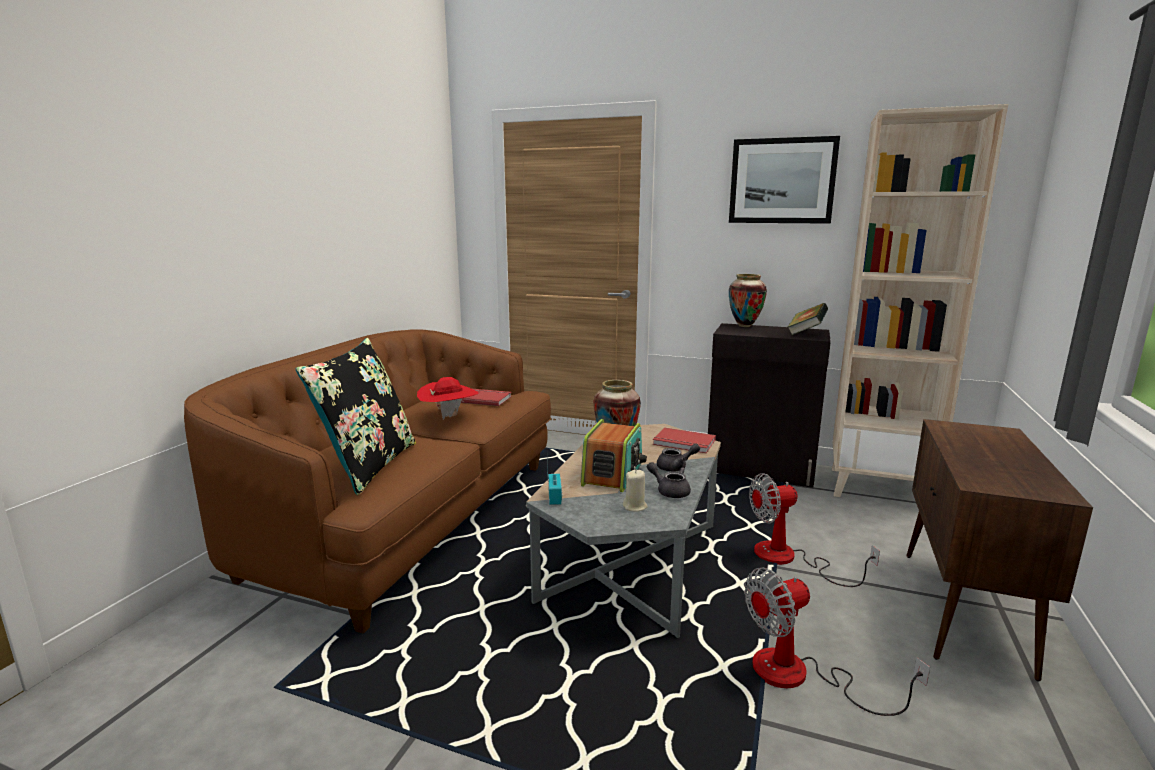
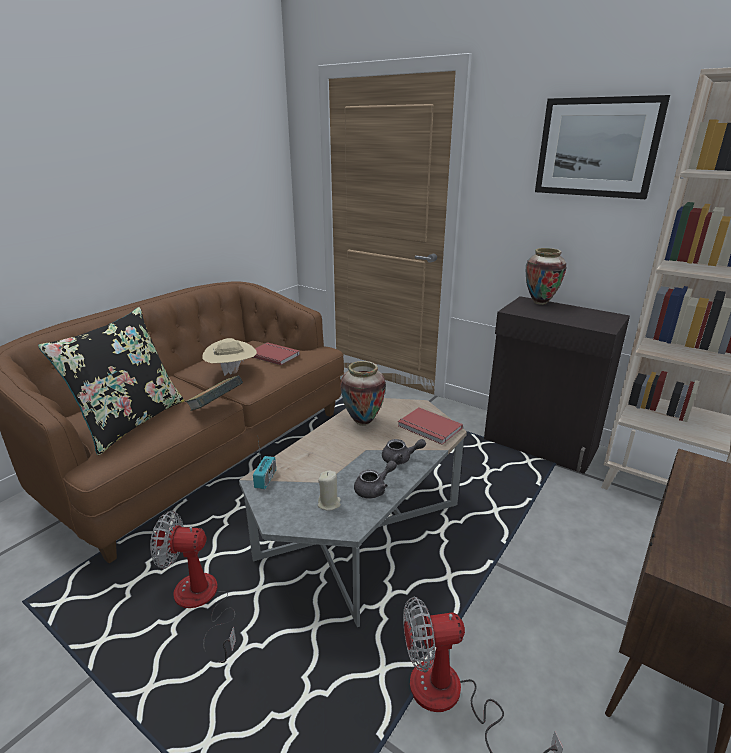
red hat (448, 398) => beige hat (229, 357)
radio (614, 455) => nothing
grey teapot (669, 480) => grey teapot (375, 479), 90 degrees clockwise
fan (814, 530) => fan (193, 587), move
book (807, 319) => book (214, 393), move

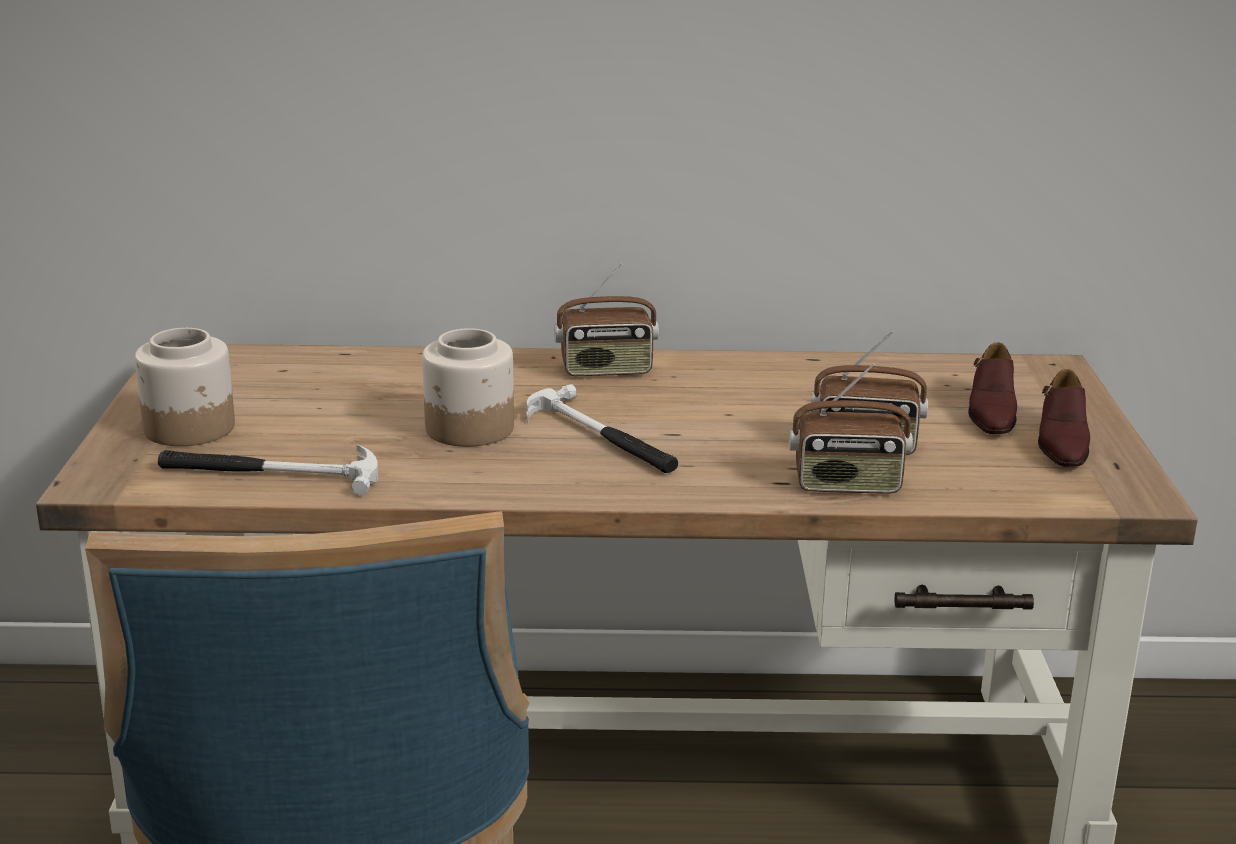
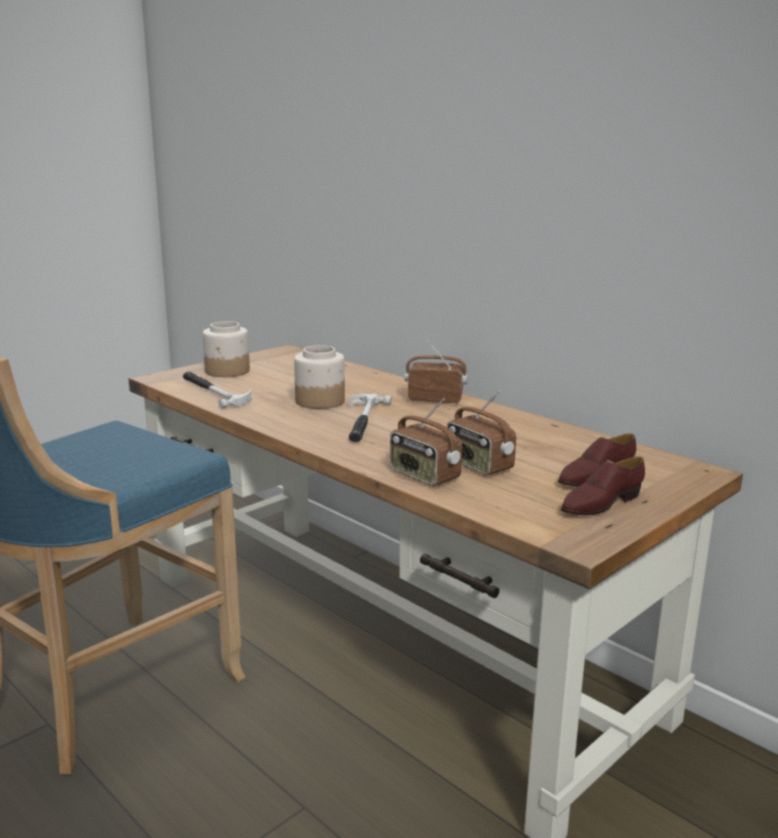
radio (606, 320) => radio (435, 371), 150 degrees clockwise

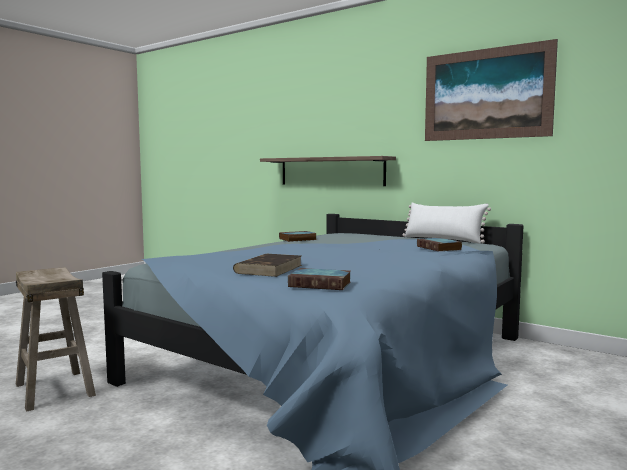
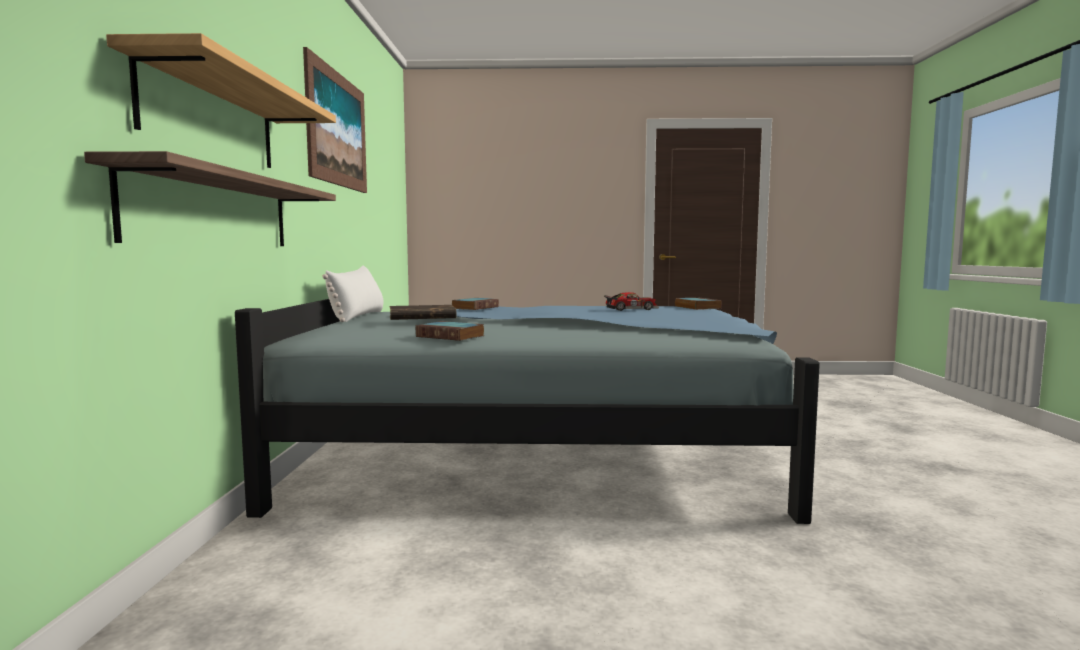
beige stool (56, 339) => nothing
brown book (267, 265) => brown book (423, 312), move
nothing => shelf (221, 100)
nothing => toy car (631, 301)

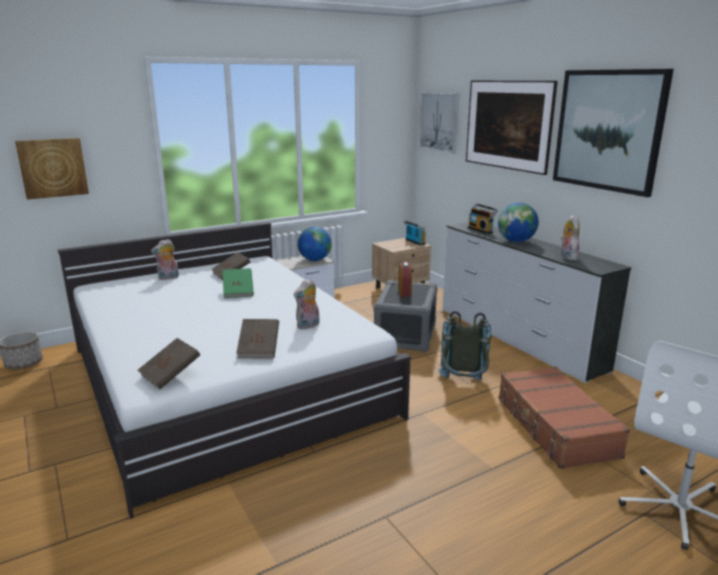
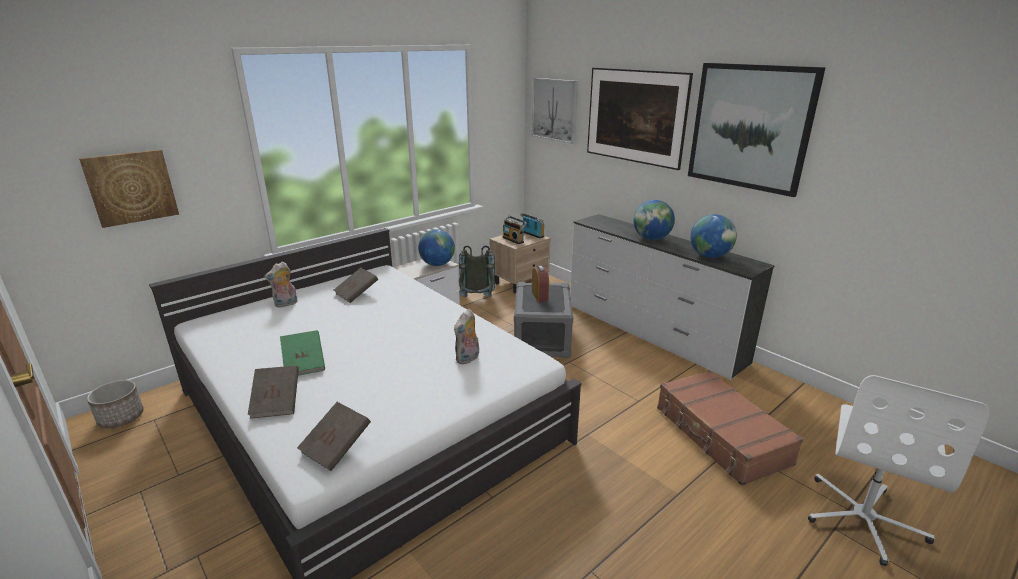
green book (238, 283) => green book (302, 353), move
brown book (257, 339) => brown book (273, 392), move
grey backpack (464, 346) => grey backpack (477, 271), move
radio (483, 218) => radio (514, 230), move
plush toy (570, 237) => globe (713, 236)

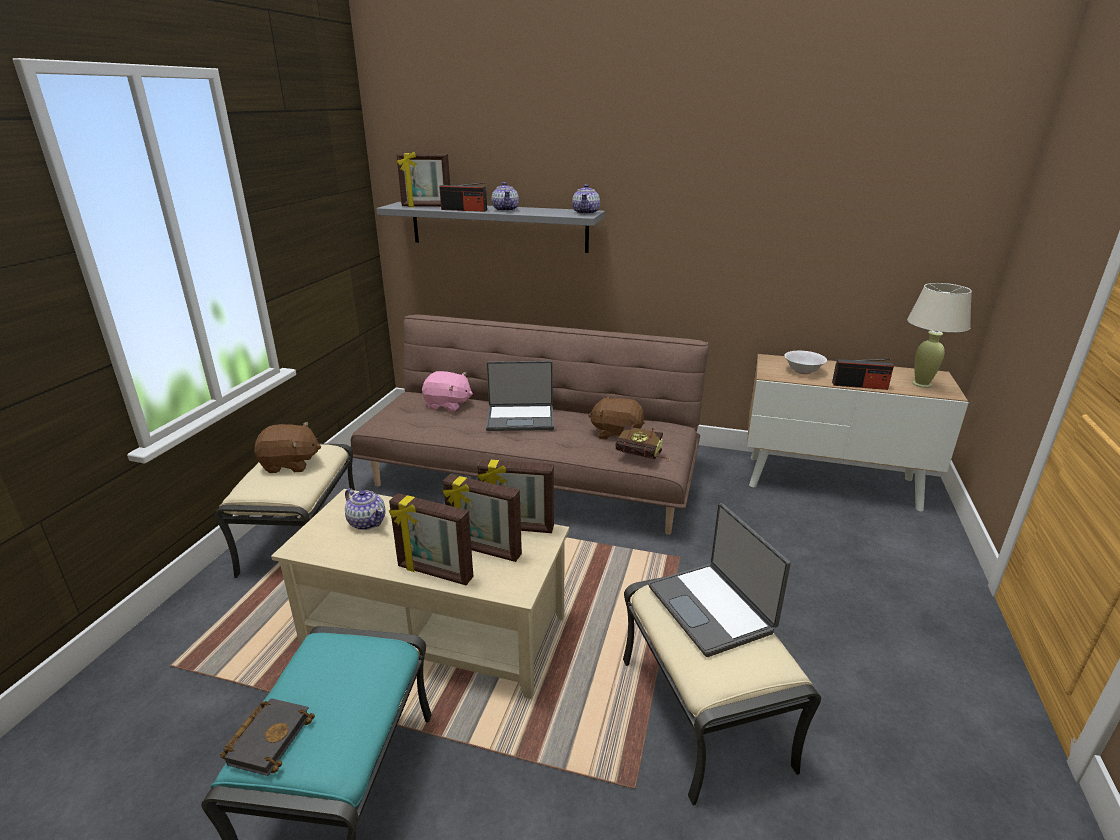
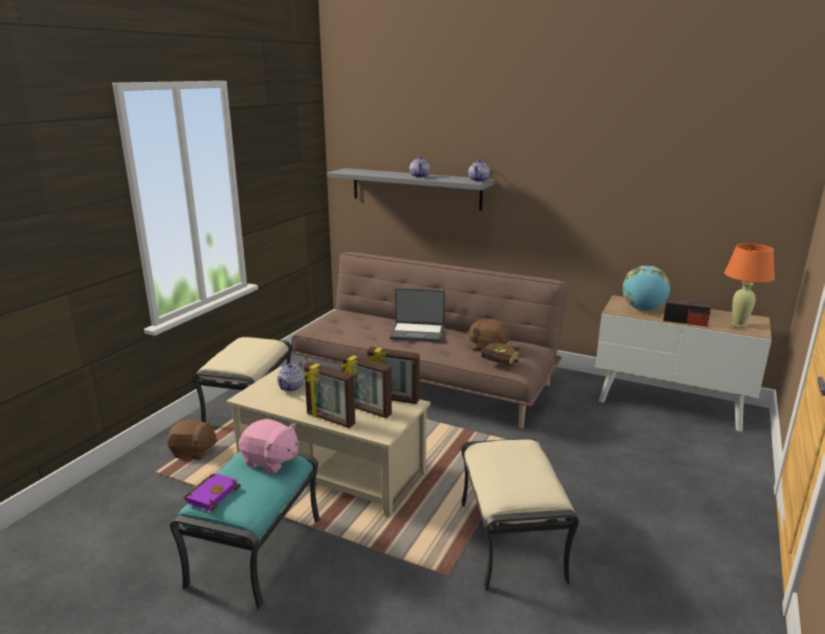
black book (267, 737) => purple book (212, 492)
brown plush toy (287, 447) => brown plush toy (192, 439), move
teapot (365, 509) => teapot (290, 376), 60 degrees clockwise
picture frame (423, 179) => nothing
pink plush toy (447, 391) => pink plush toy (268, 446), move
radio (463, 197) => nothing
laptop (719, 580) => nothing
white bowl (805, 362) => globe (646, 288)
beige table lamp (939, 335) => orange table lamp (749, 285)

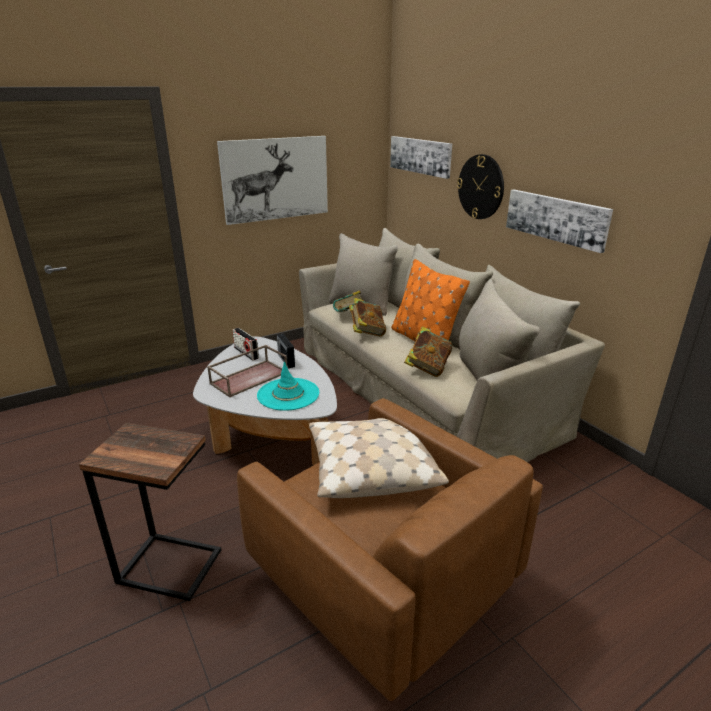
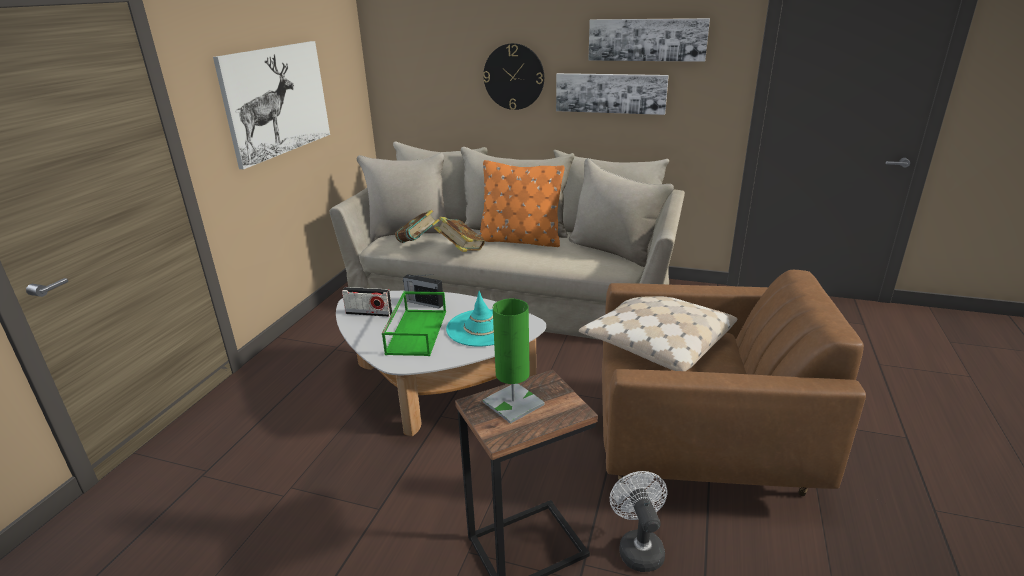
brown tray (247, 371) => green tray (414, 323)
picture (421, 157) => picture (649, 40), move
book (428, 351) => nothing
nothing => green table lamp (514, 361)
nothing => white fan (638, 521)

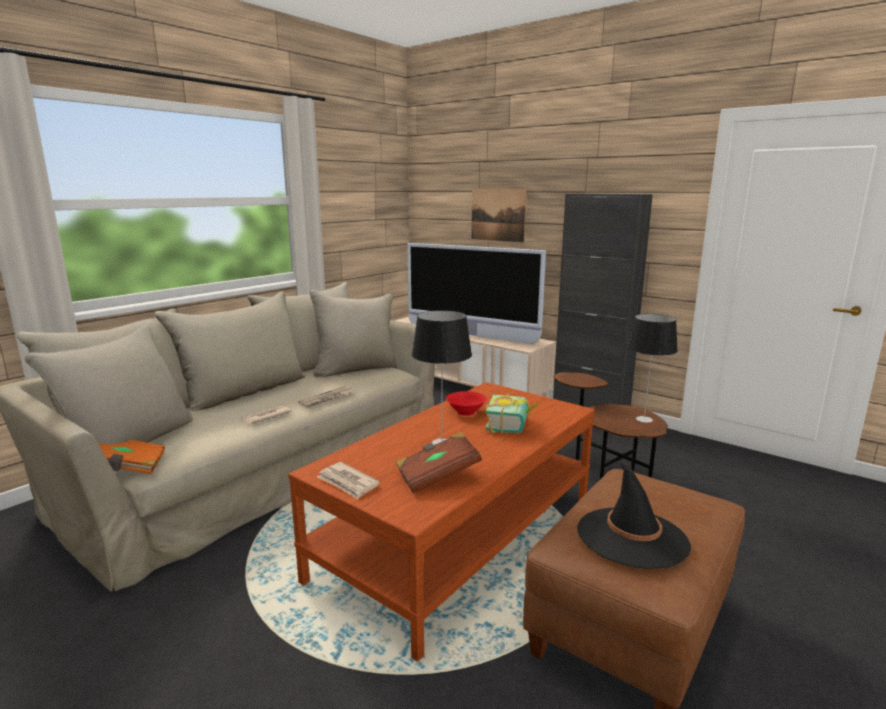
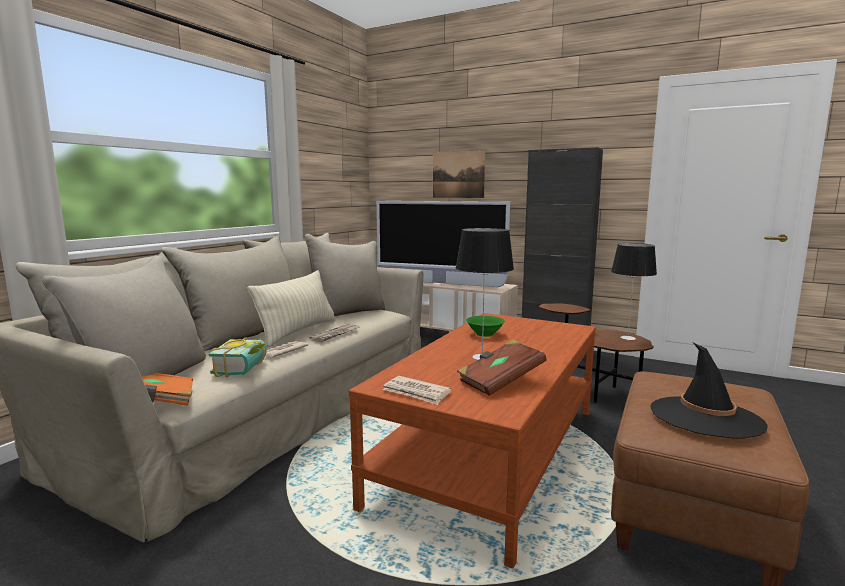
red bowl (466, 403) => green bowl (485, 326)
book (512, 414) => book (238, 357), move
nothing => beige pillow (291, 309)

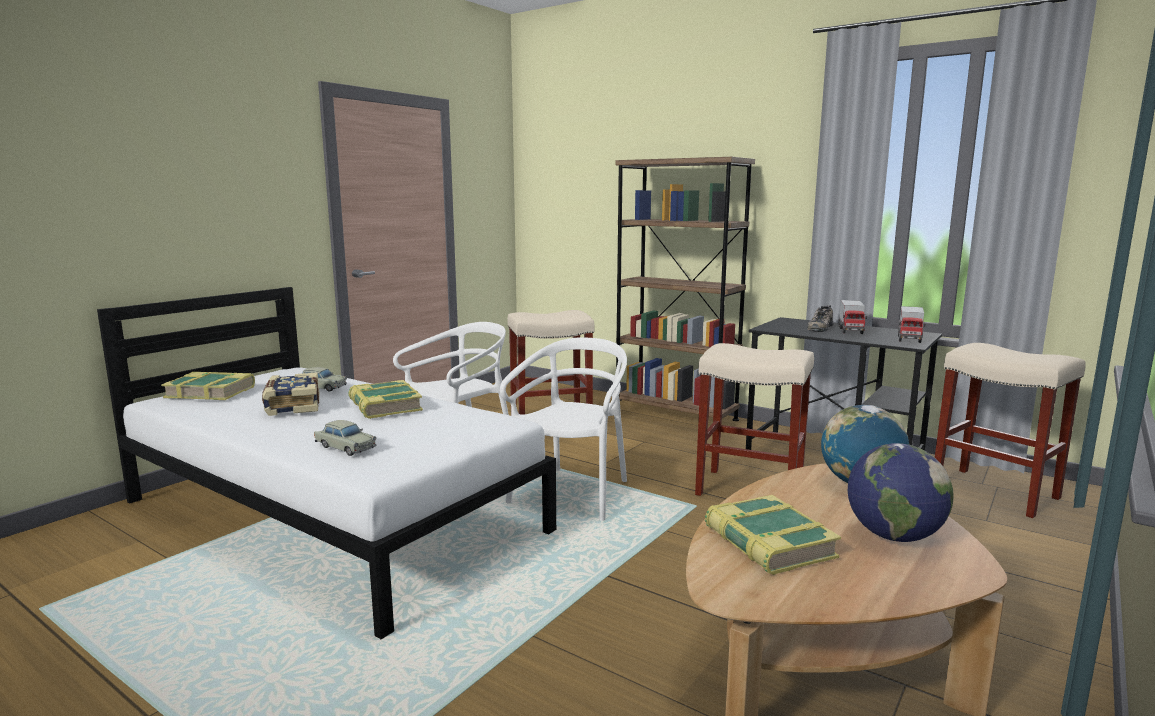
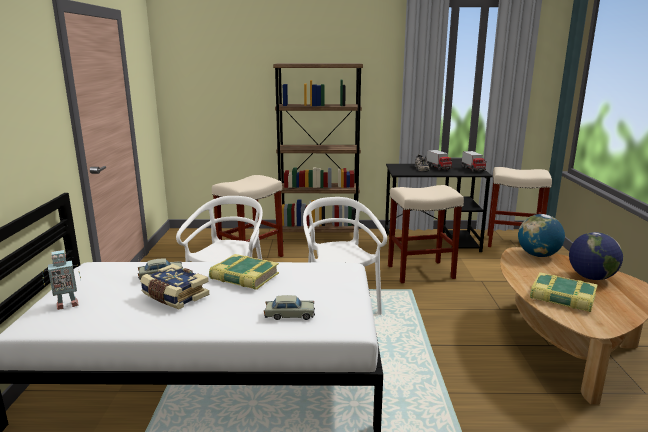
book (208, 386) => toy robot (61, 280)

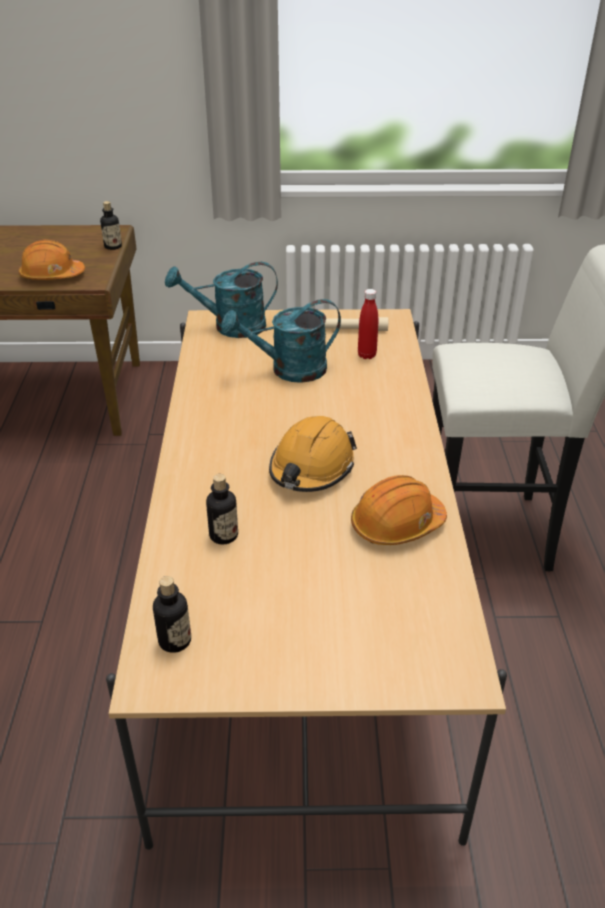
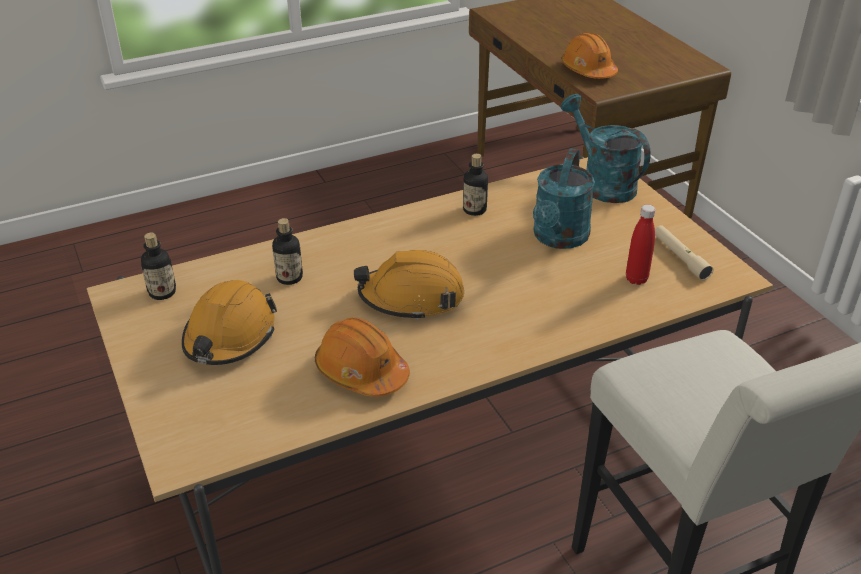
bottle (111, 225) => bottle (475, 185), move
turquoise watering can (281, 341) => turquoise watering can (564, 199), 120 degrees counterclockwise
nothing => orange hard hat (229, 322)

